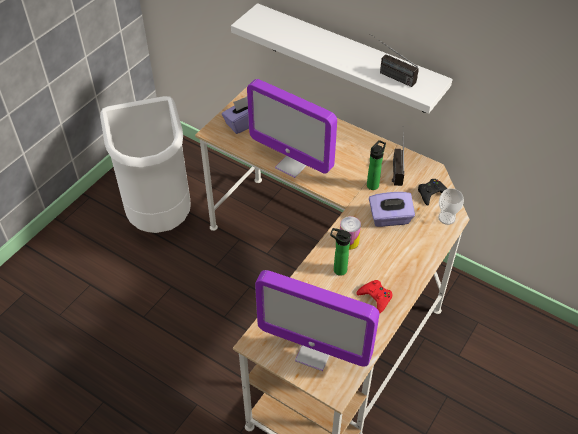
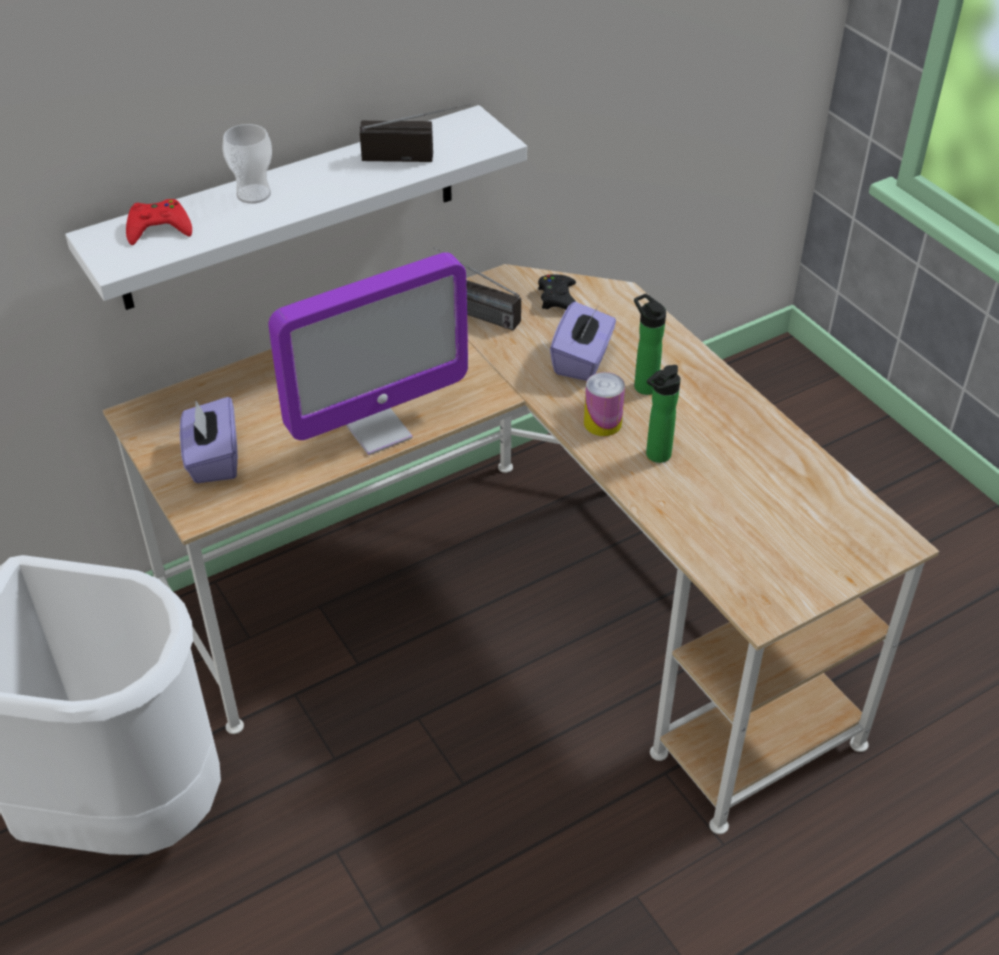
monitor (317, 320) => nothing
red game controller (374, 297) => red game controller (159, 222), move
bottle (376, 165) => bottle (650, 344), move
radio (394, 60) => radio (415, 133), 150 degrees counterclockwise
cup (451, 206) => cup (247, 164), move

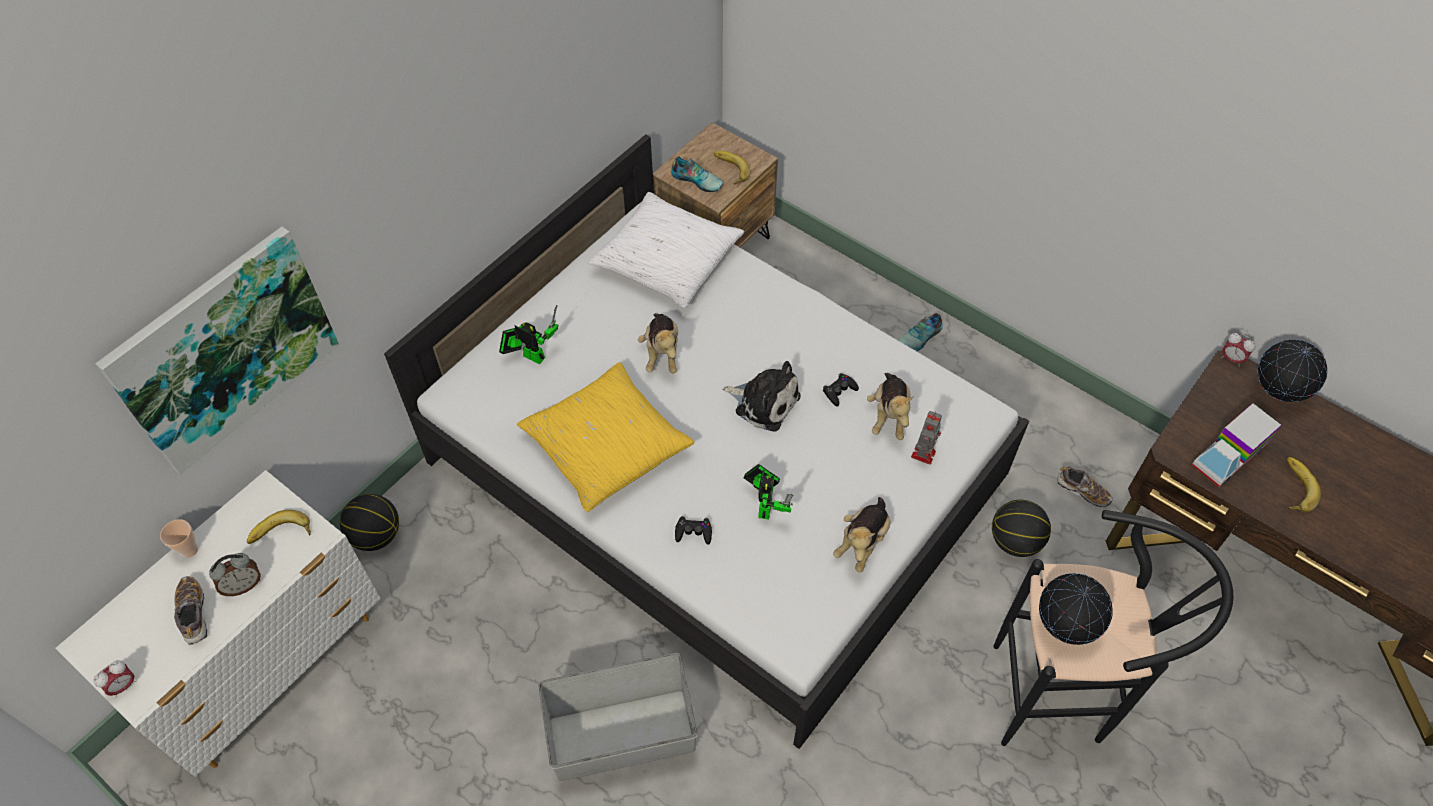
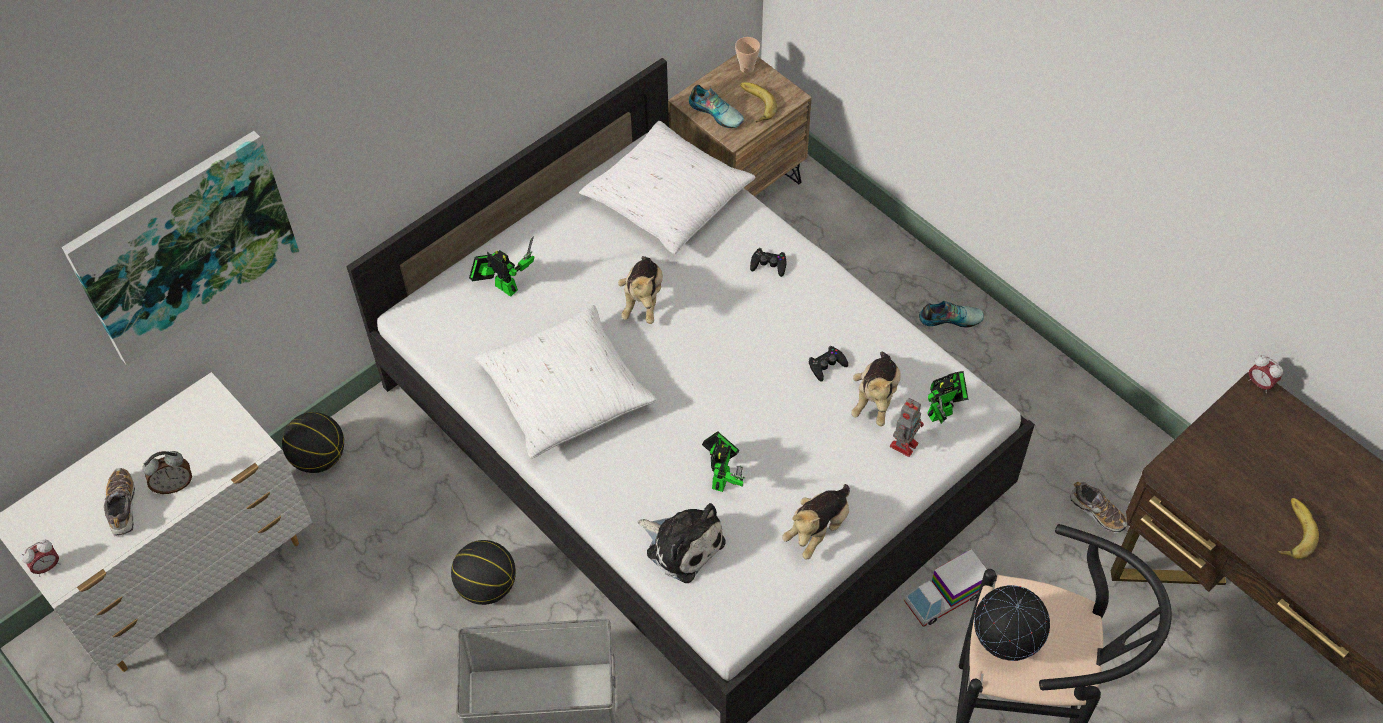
cup (179, 538) => cup (747, 55), move
banana (279, 527) => nothing
yellow pillow (605, 437) => white pillow (565, 381)
black game controller (693, 530) => black game controller (768, 262), move
plush toy (762, 396) => plush toy (682, 543), move
shoe (921, 332) => shoe (951, 314), 150 degrees counterclockwise
basketball (1021, 528) => basketball (483, 572), move
toy truck (1236, 445) => toy truck (945, 588), move
globe (1292, 370) => nothing
nothing => toy robot (947, 397)

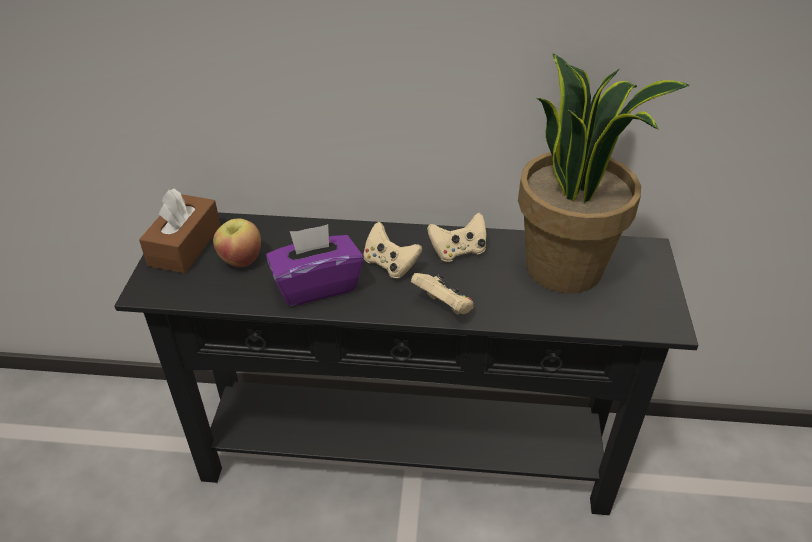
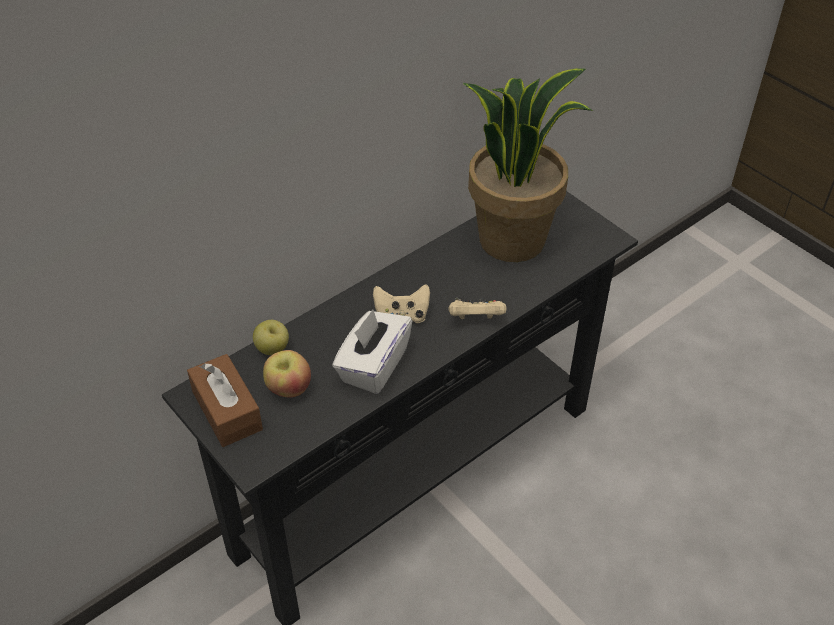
purple tissue box (315, 265) => white tissue box (372, 351)
beige game controller (456, 237) => nothing
nothing => apple (271, 337)

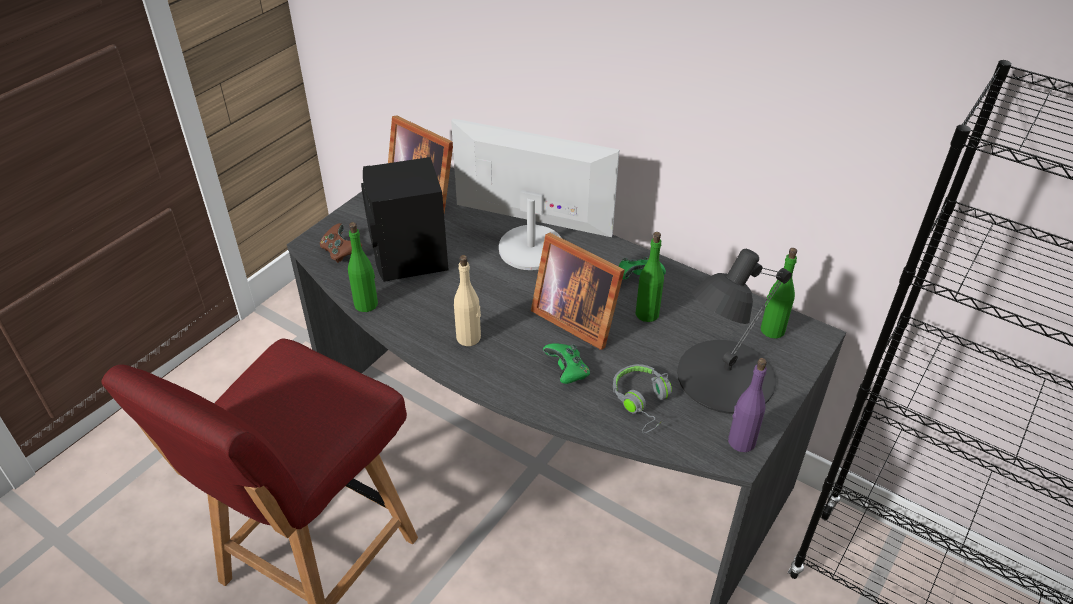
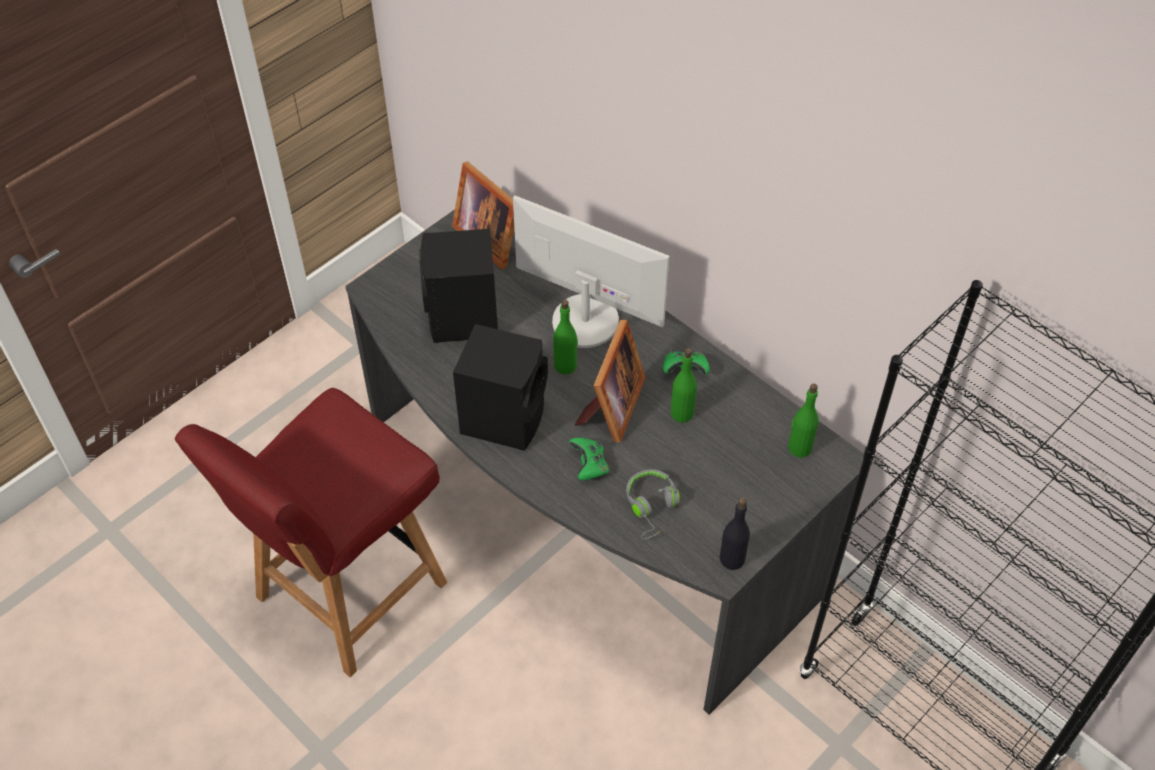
brown game controller (341, 243) => nothing
green bottle (363, 267) => green bottle (565, 336), move
beige bottle (467, 300) => black speaker (500, 387)
picture frame (578, 291) => picture frame (610, 381), 120 degrees counterclockwise
black table lamp (734, 331) => nothing
purple bottle (747, 405) => black bottle (734, 534)

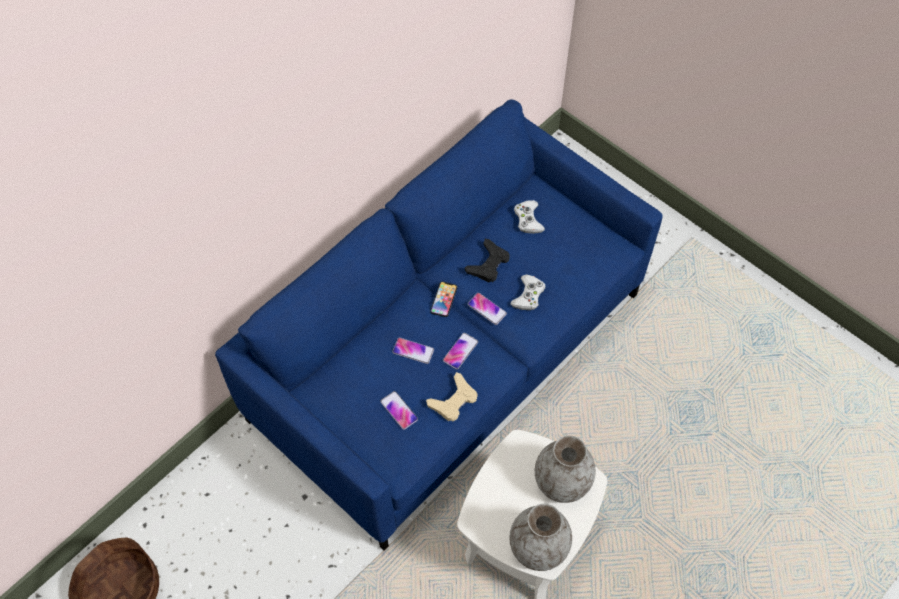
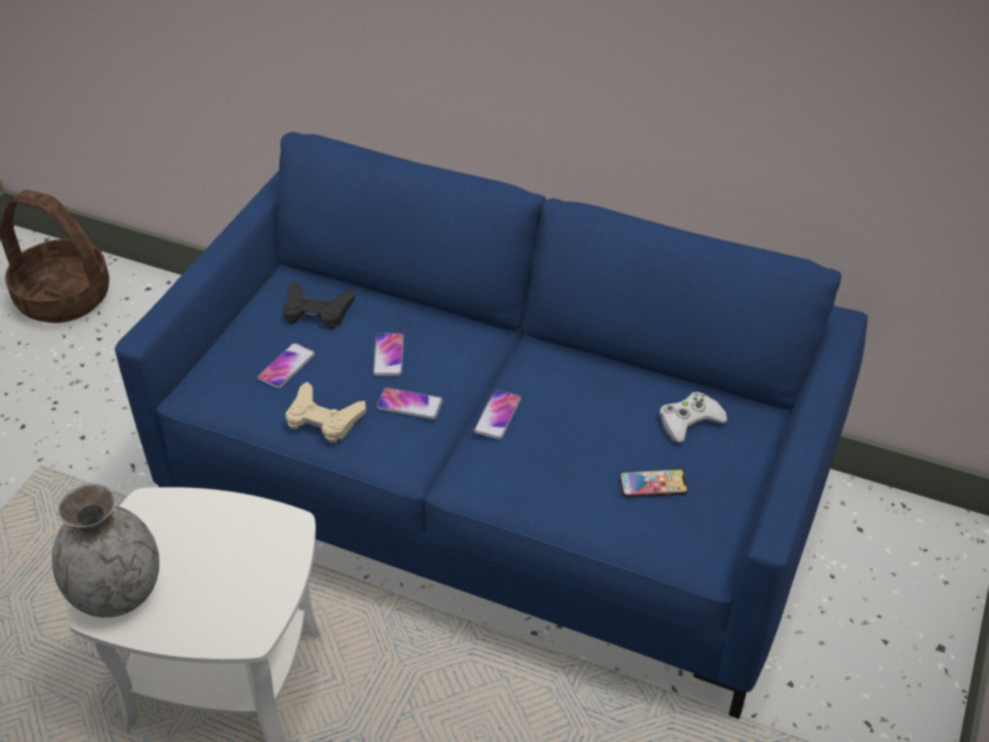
phone (443, 299) => phone (653, 483), move
black game controller (487, 261) => black game controller (319, 305), move
white game controller (528, 292) => nothing
grey vase (565, 469) => nothing

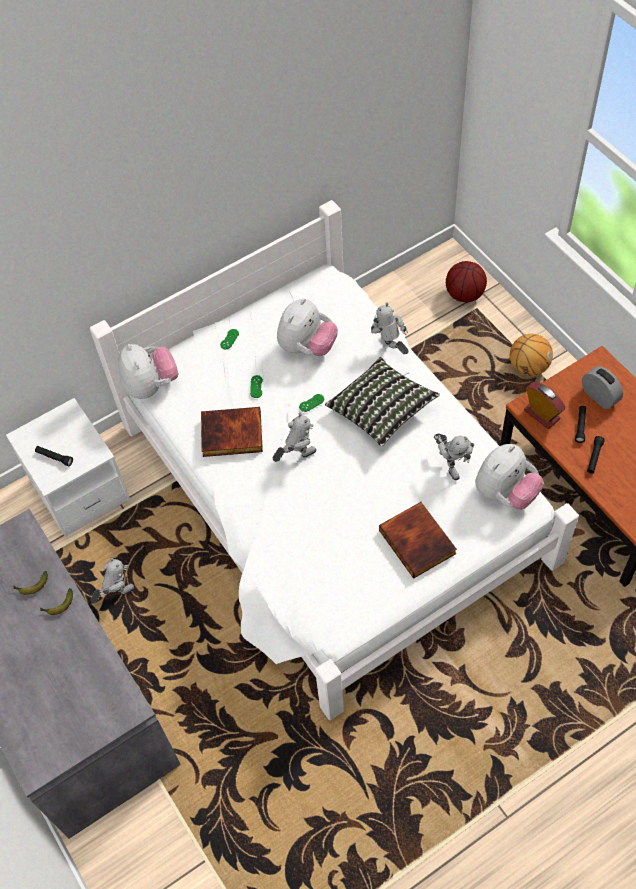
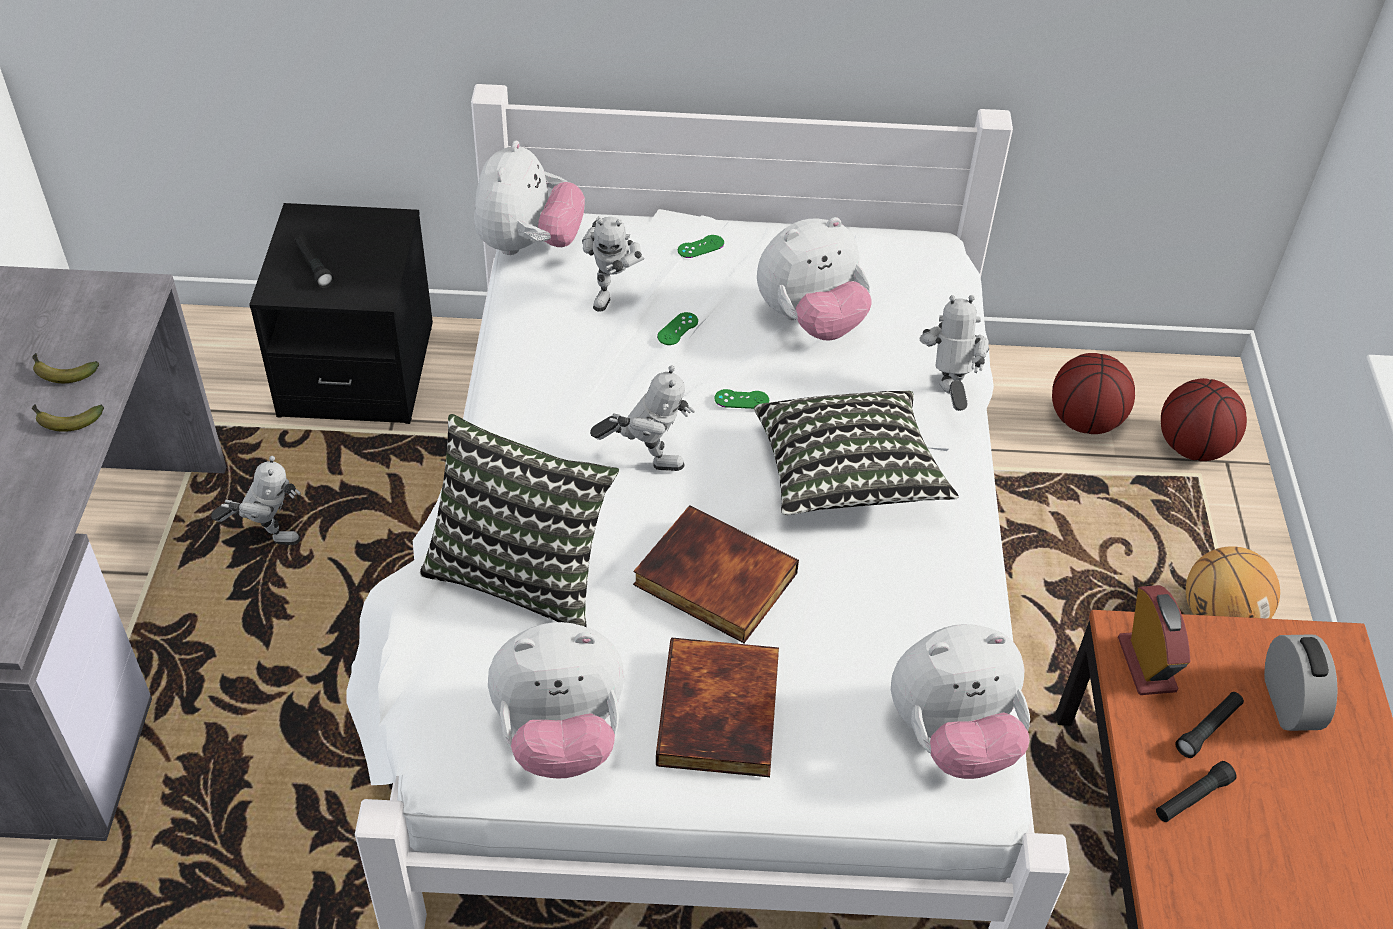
white nightstand (68, 467) => black nightstand (341, 313)
book (232, 432) => book (716, 574), move
toy robot (454, 457) => toy robot (613, 264), move
nothing => pillow (519, 520)
nothing => plush toy (556, 700)
nothing => basketball (1093, 393)

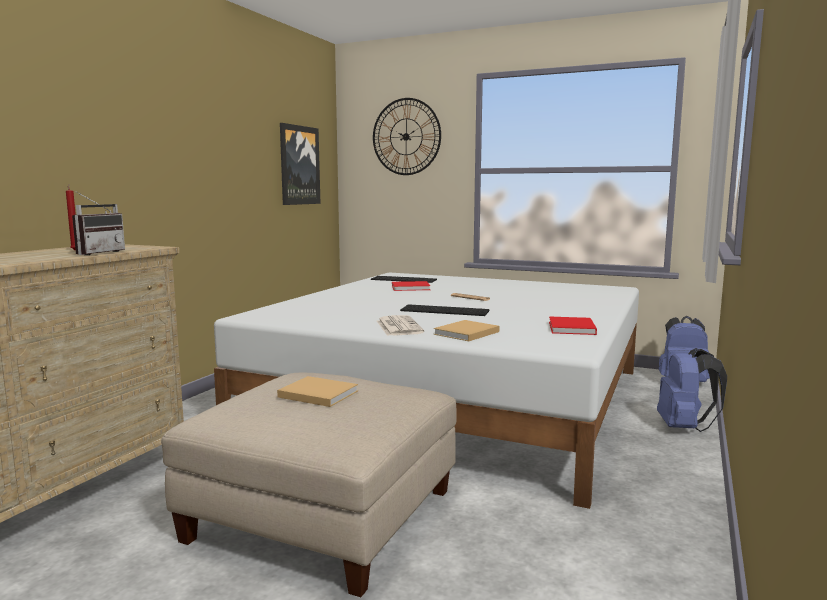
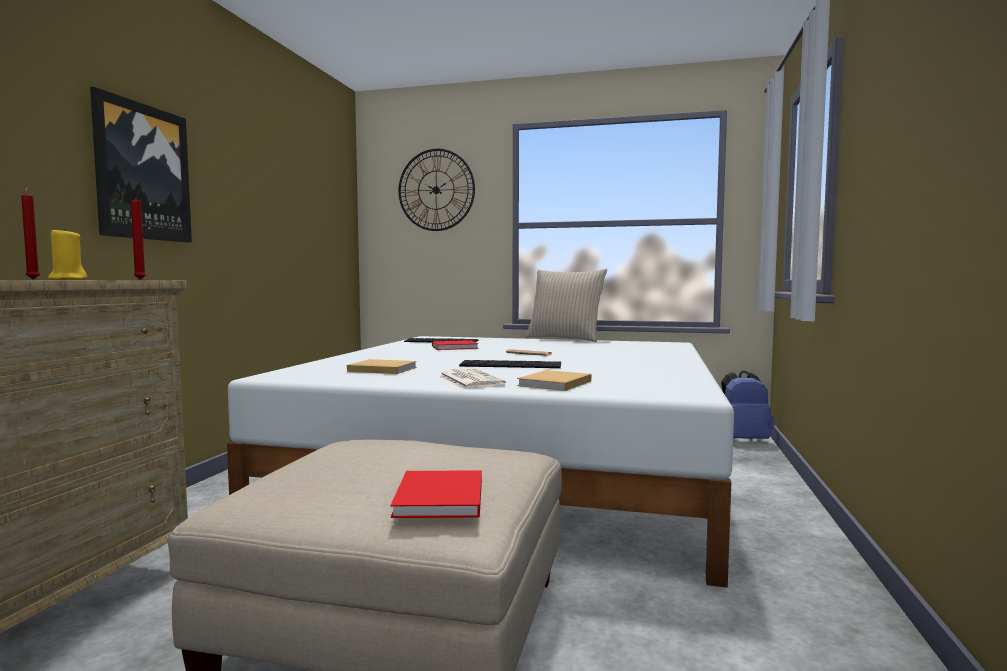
radio (98, 223) => yellow candle (67, 254)
beige book (317, 391) => beige book (382, 366), move
picture (300, 164) => picture (141, 165), move
red book (573, 326) => red book (436, 494), move
blue backpack (692, 390) => nothing
nothing => red candle (138, 235)
nothing => beige pillow (566, 305)

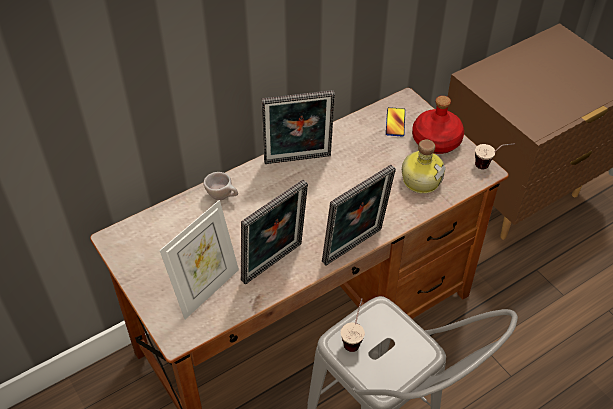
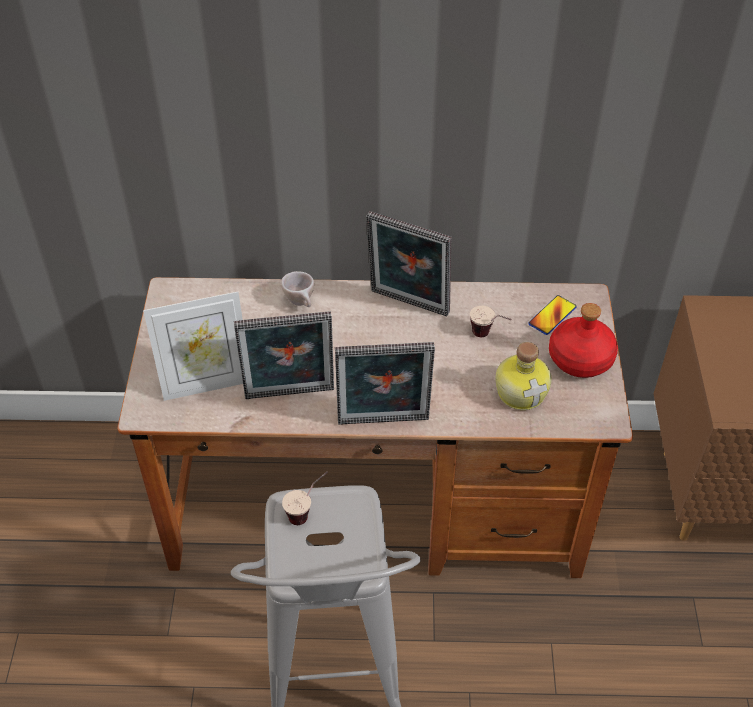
cup (495, 156) => cup (490, 321), move

